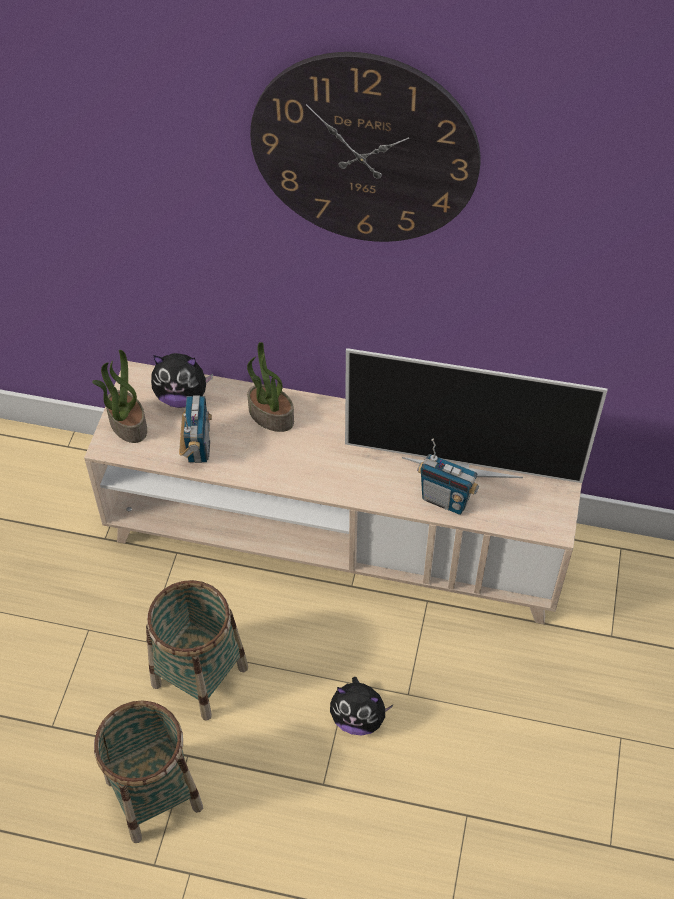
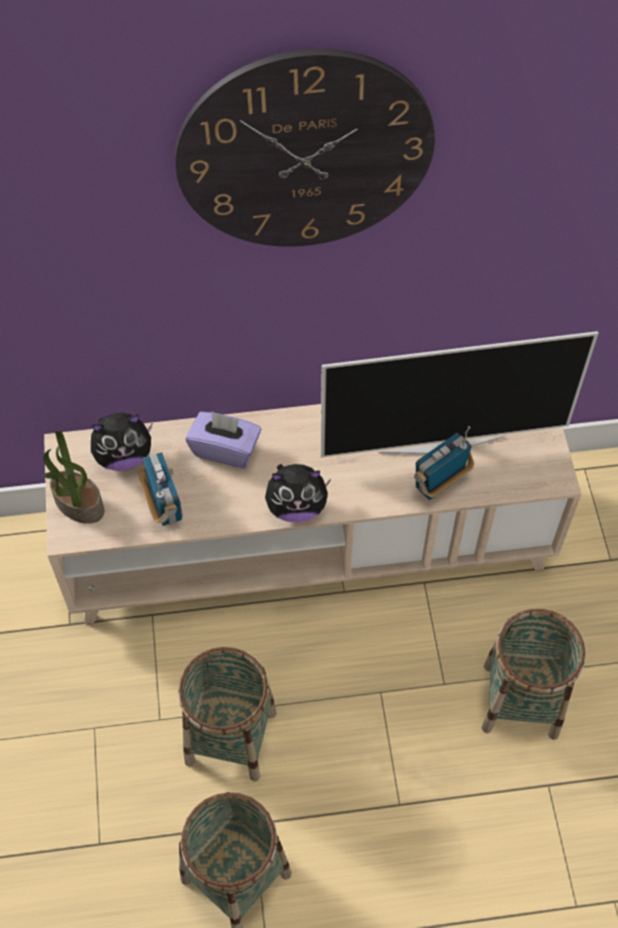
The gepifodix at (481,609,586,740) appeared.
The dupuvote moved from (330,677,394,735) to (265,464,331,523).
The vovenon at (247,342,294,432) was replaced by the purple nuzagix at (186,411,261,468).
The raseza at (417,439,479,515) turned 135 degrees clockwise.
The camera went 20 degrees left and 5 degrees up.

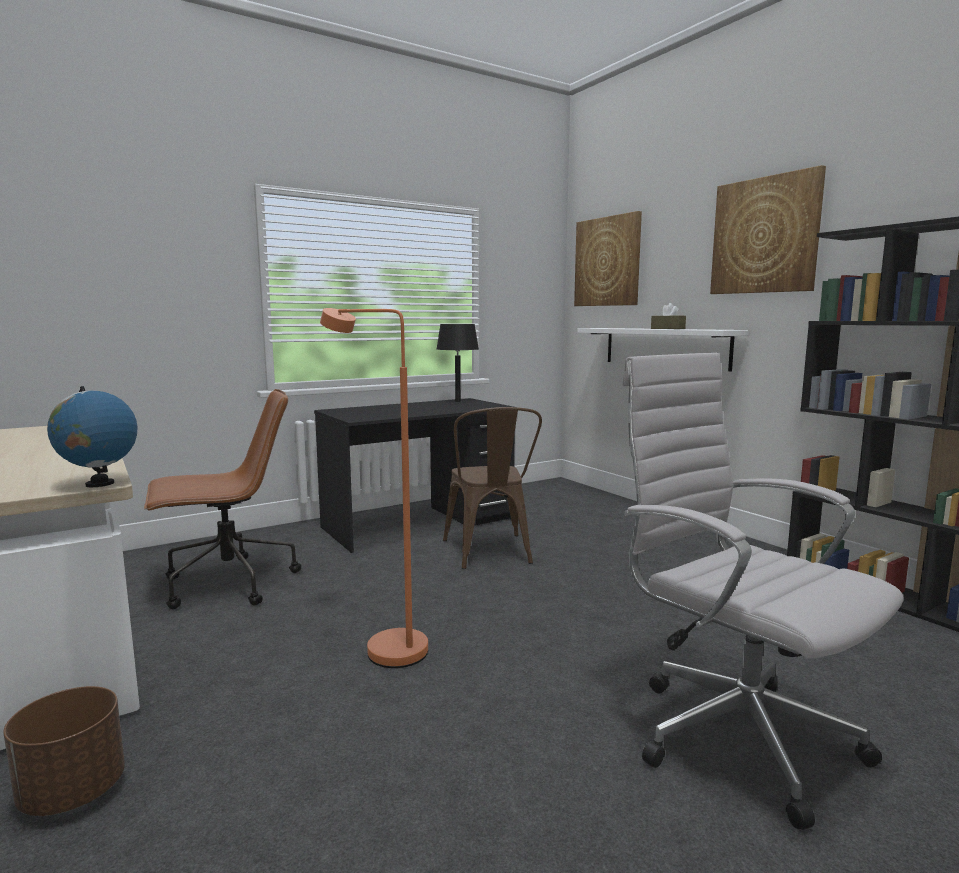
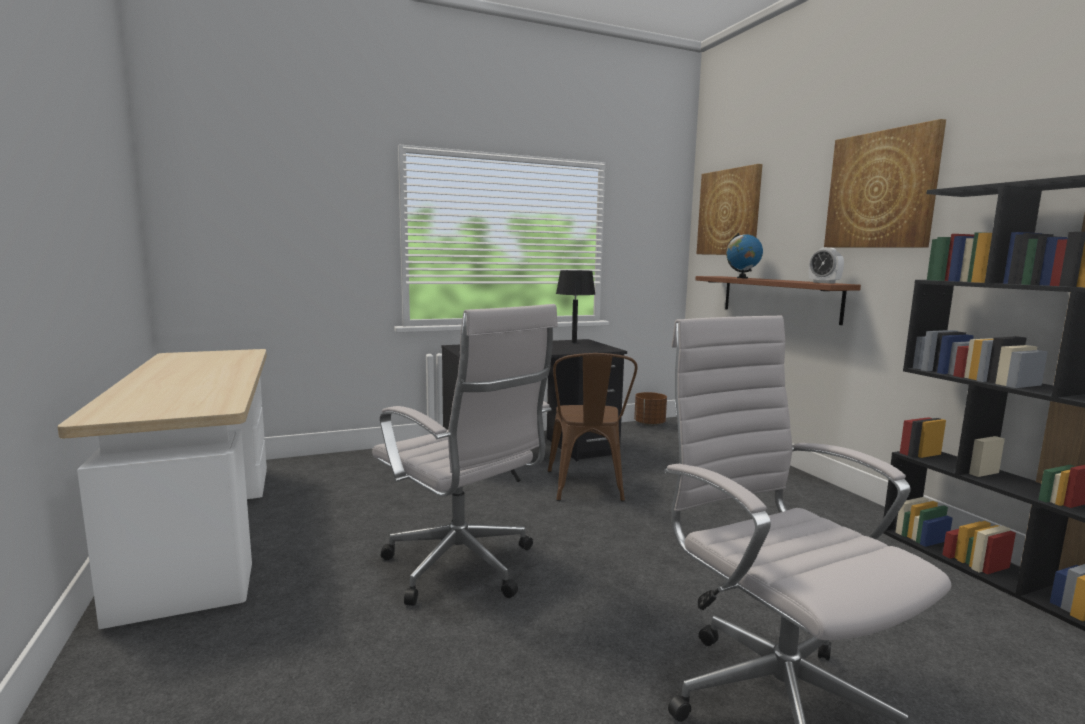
The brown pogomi at (144,389,301,609) disappeared.
The brown nuzagix at (651,303,686,329) disappeared.
The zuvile at (809,247,844,284) appeared.
The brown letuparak moved from (3,686,125,816) to (634,392,667,426).
The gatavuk moved from (47,386,138,487) to (726,233,763,278).
The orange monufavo at (320,308,428,668) was replaced by the white pogomi at (372,304,558,606).
The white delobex at (577,328,749,371) became the brown delobex at (695,276,861,325).
The camera went 10 degrees right and 0 degrees up.

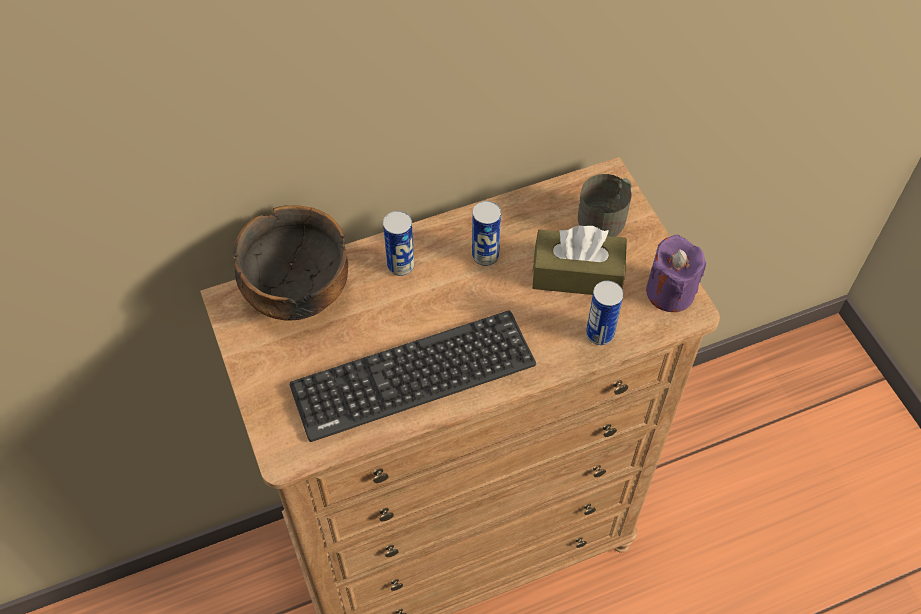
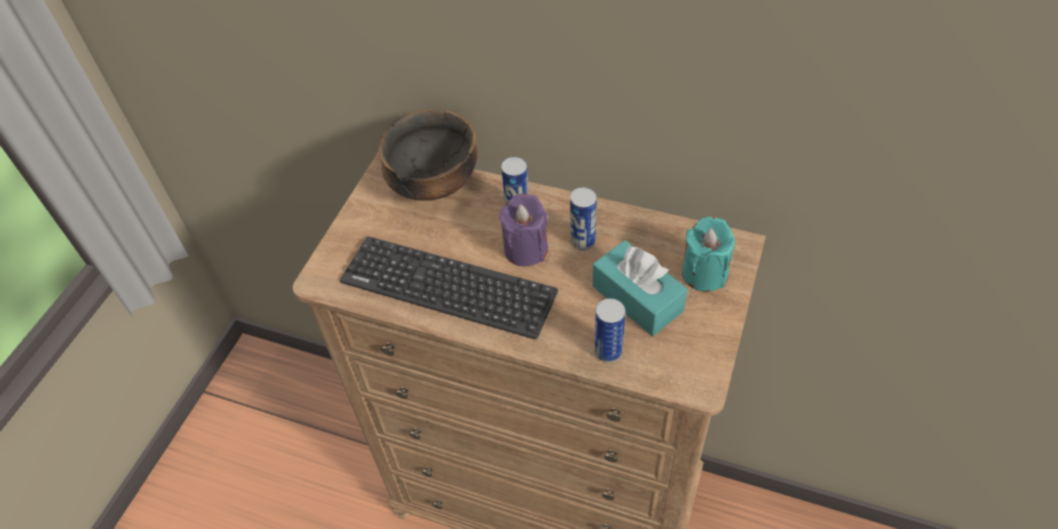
The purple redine moved from (646,234,706,312) to (499,194,548,266).
The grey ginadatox at (578,174,632,237) was replaced by the turquoise redine at (682,217,735,292).
The brown nuzagix at (532,225,627,295) became the turquoise nuzagix at (593,240,687,336).
The camera went 45 degrees right and 5 degrees down.

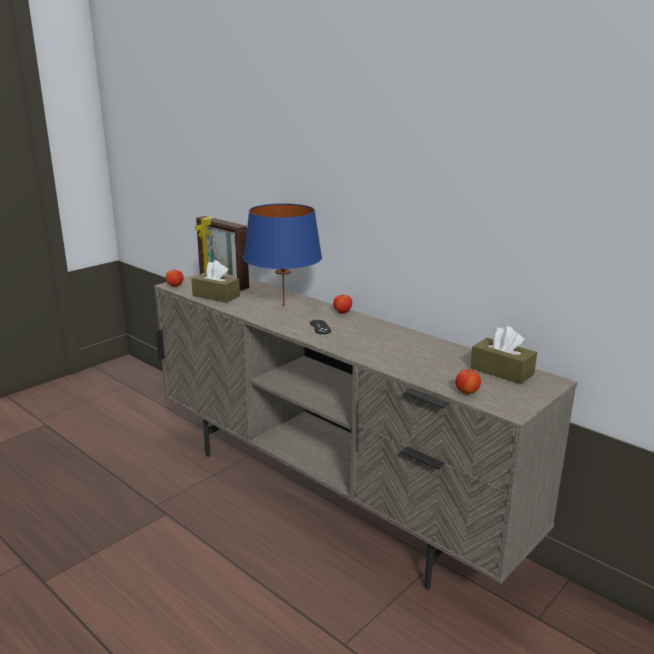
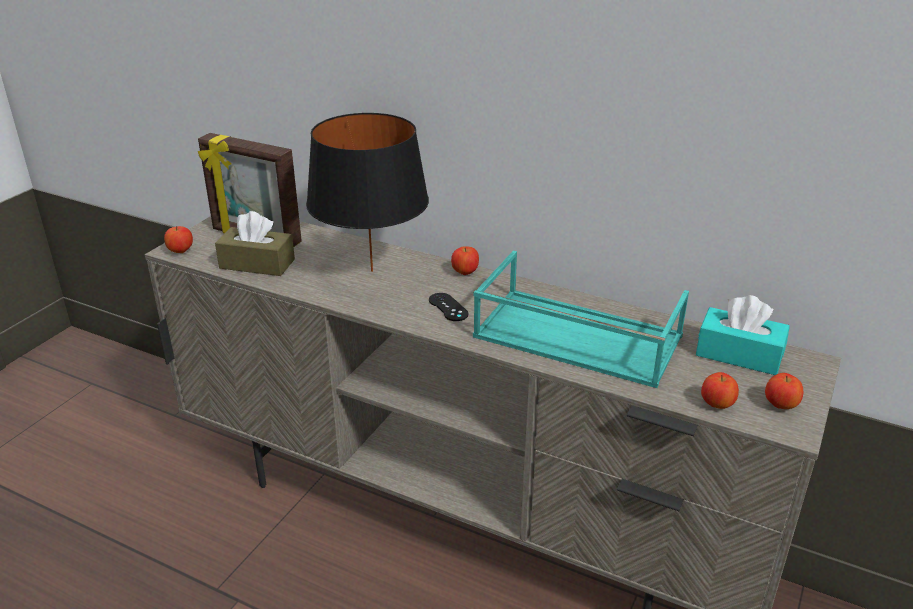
The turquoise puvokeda at (473,251,689,388) appeared.
The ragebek at (765,373,803,409) appeared.
The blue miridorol at (243,203,322,306) became the black miridorol at (306,113,429,272).
The brown nuzagix at (470,326,537,384) became the turquoise nuzagix at (696,295,790,375).
The camera went 15 degrees left and 10 degrees up.

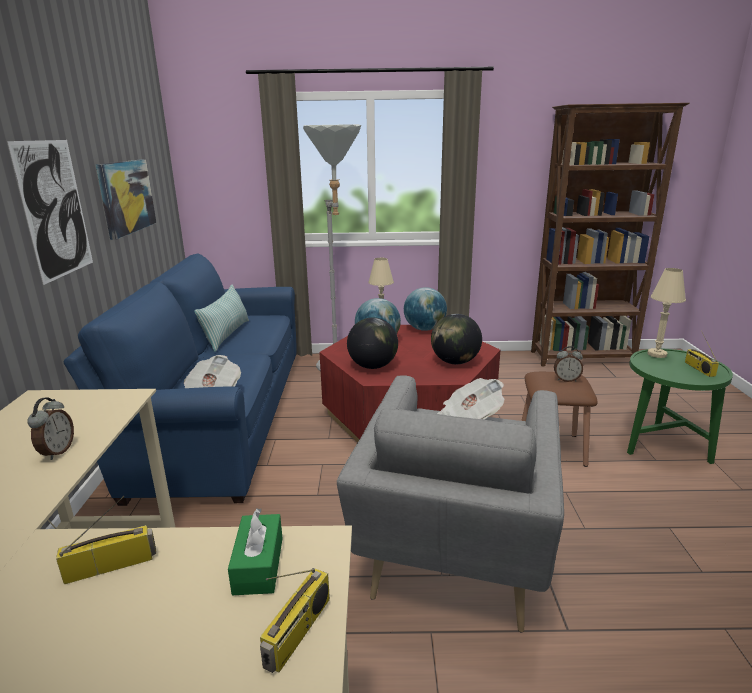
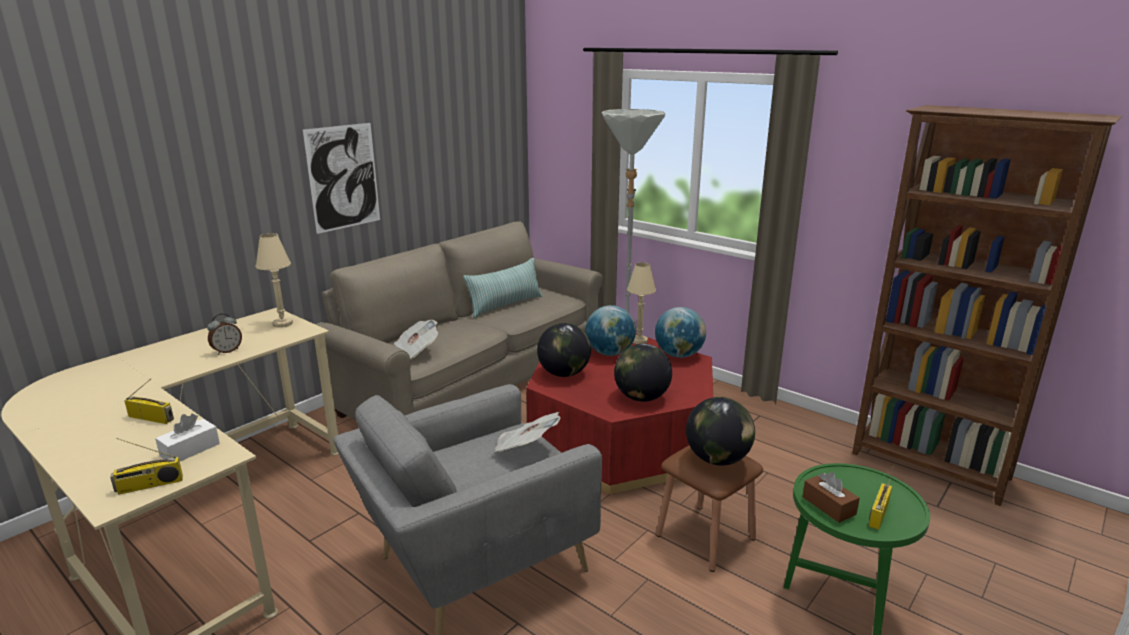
The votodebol at (96,159,156,240) disappeared.
The brown nuzagix at (802,472,860,523) appeared.
The beige miridorol moved from (647,268,686,358) to (256,233,293,328).
The zuvile at (554,346,583,382) was replaced by the gatavuk at (686,397,755,466).
The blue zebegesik at (64,253,297,506) became the beige zebegesik at (313,221,603,420).
The green nuzagix at (228,508,283,595) became the white nuzagix at (155,414,220,461).
The camera went 40 degrees right and 0 degrees up.

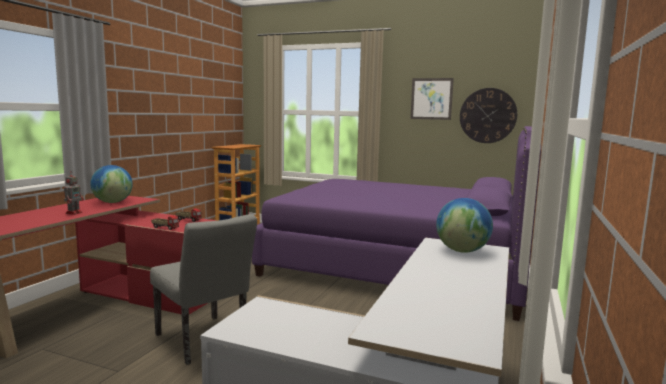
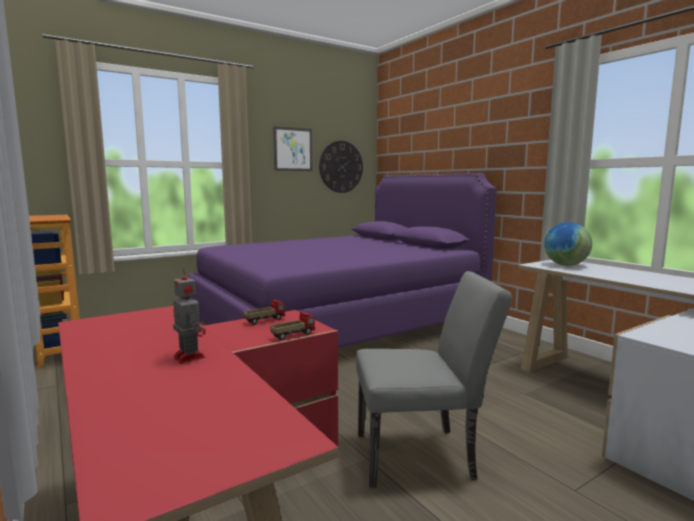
The gatavuk at (90,165,133,203) disappeared.
The camera went 55 degrees left and 0 degrees up.

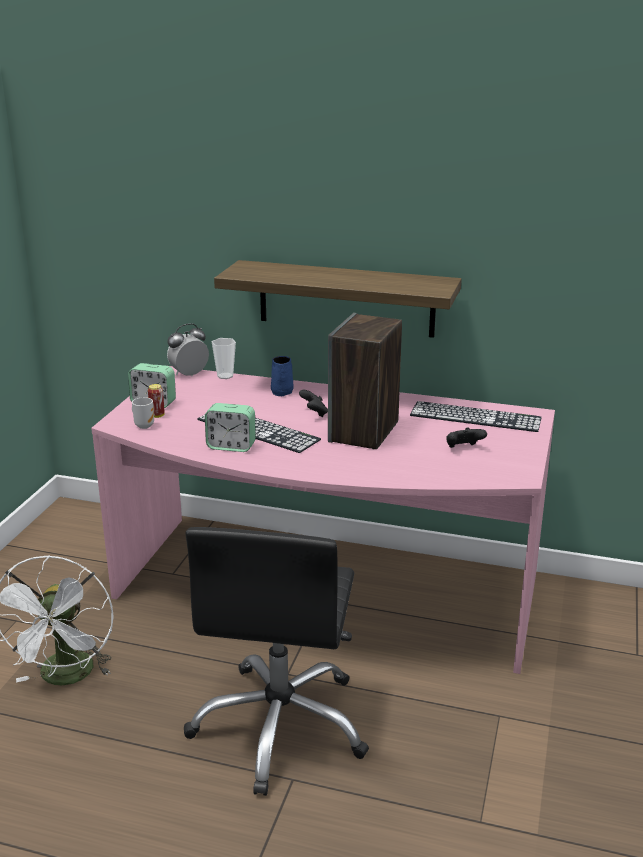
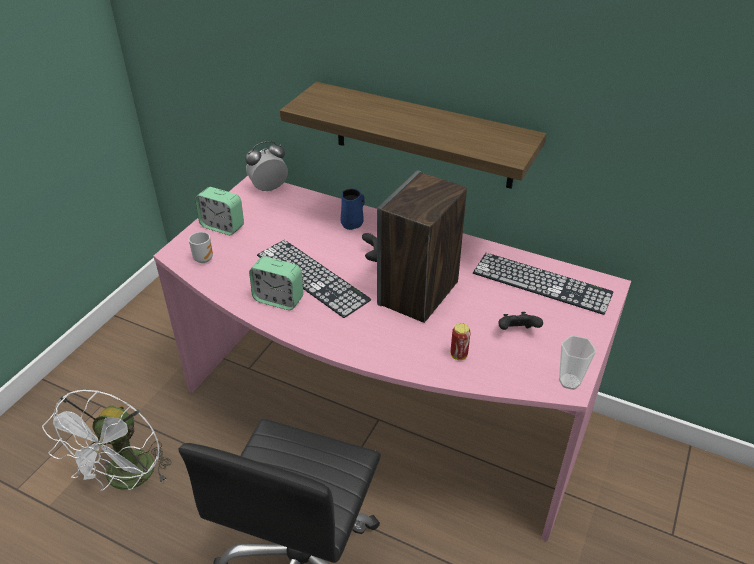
The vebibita moved from (148,384,165,418) to (451,323,471,360).
The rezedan moved from (212,338,236,379) to (559,335,596,390).
The camera went 10 degrees right and 15 degrees up.

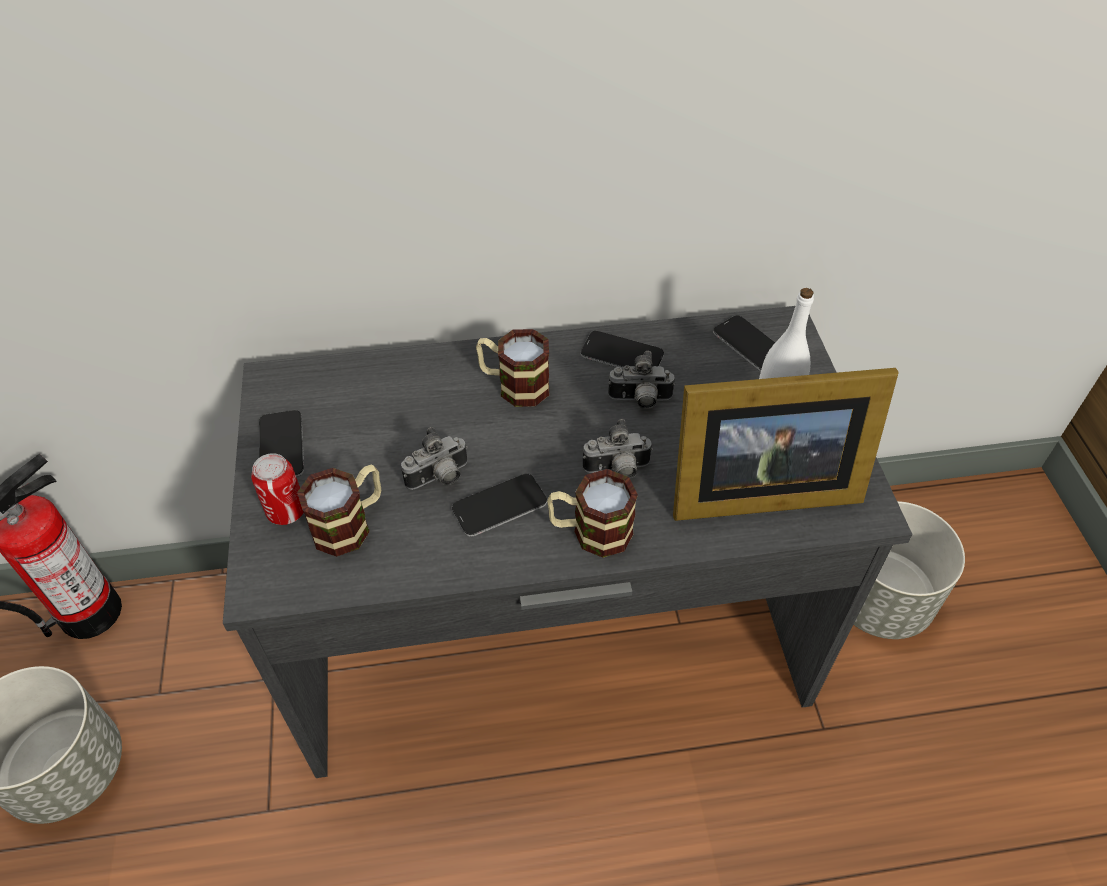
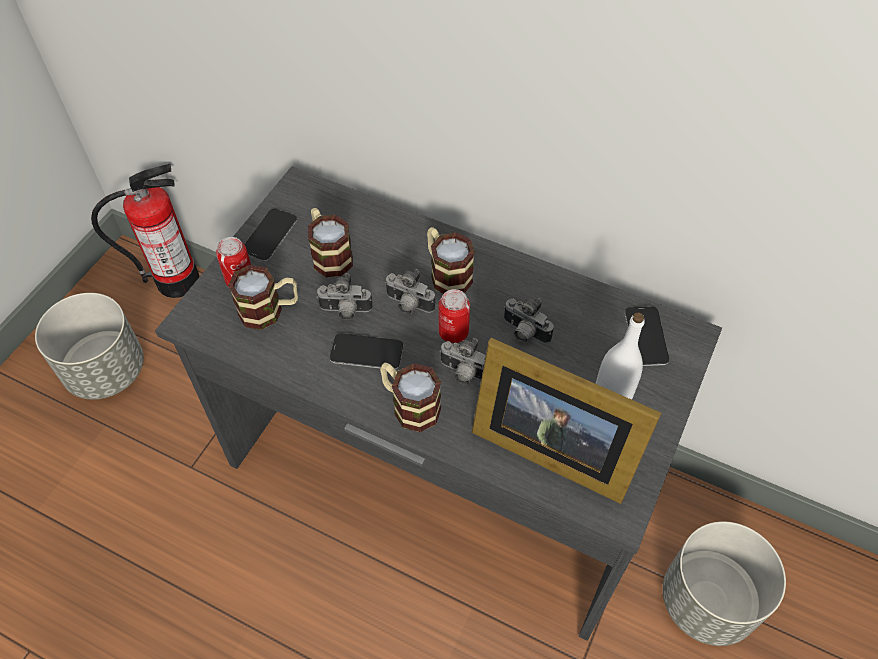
The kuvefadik at (580,331,664,369) disappeared.
The ginadatox at (308,208,353,277) appeared.
The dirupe at (384,269,435,314) appeared.
The vebibita at (438,289,470,343) appeared.
The camera went 35 degrees right and 5 degrees up.

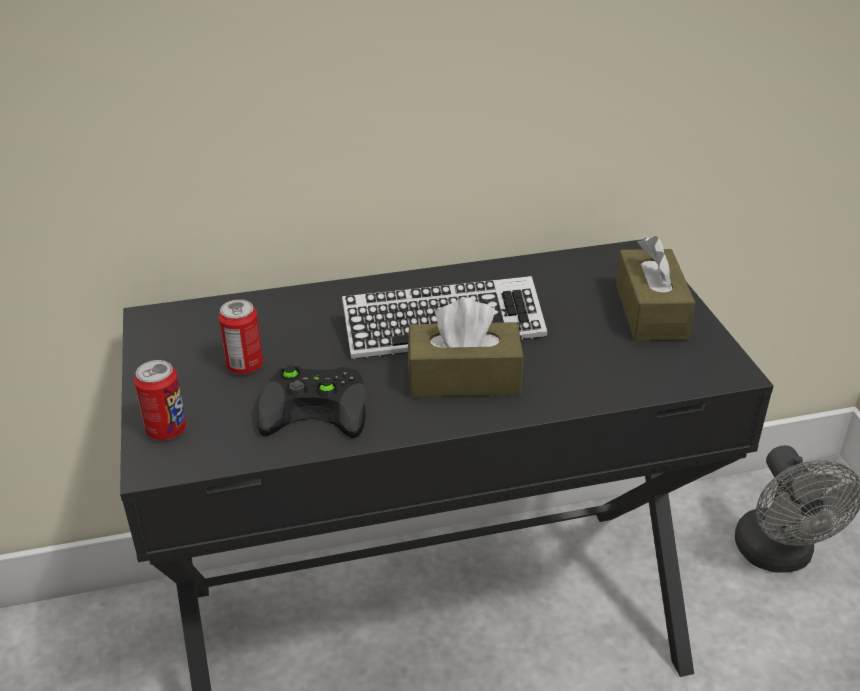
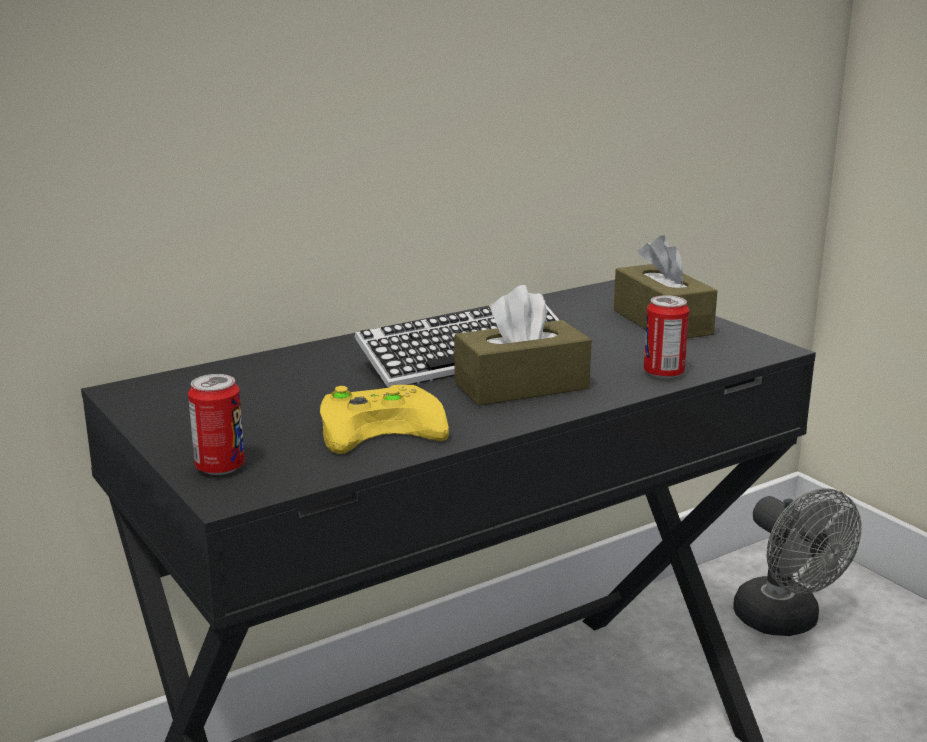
The vebibita moved from (218,299,263,374) to (644,295,689,379).
The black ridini at (257,365,365,438) became the yellow ridini at (320,385,449,454).
The camera went 20 degrees left and 15 degrees down.

